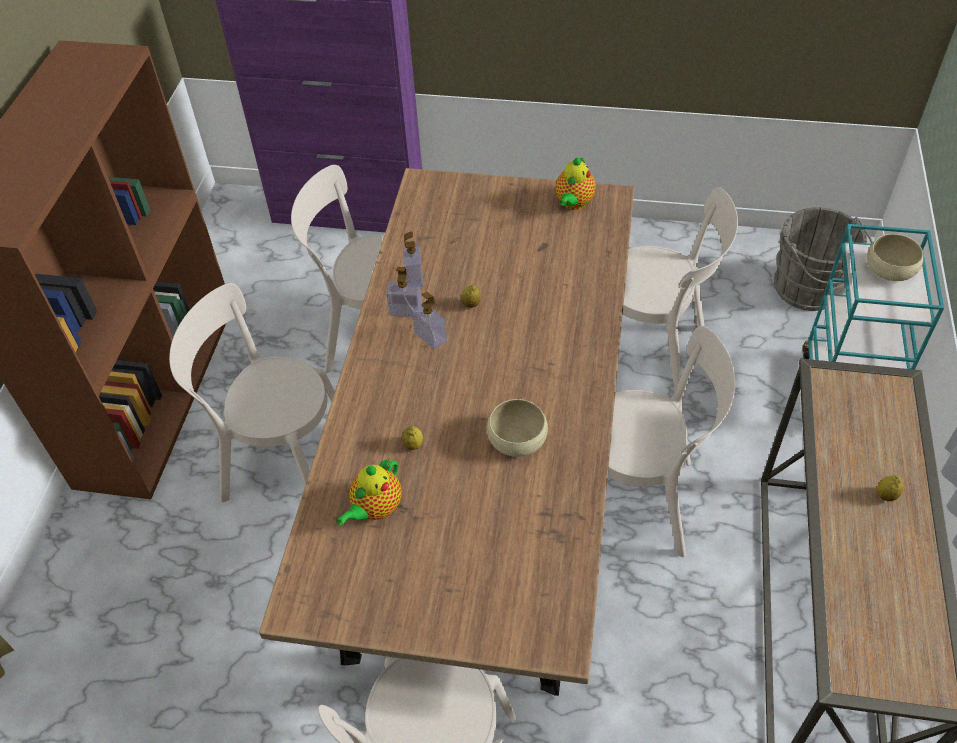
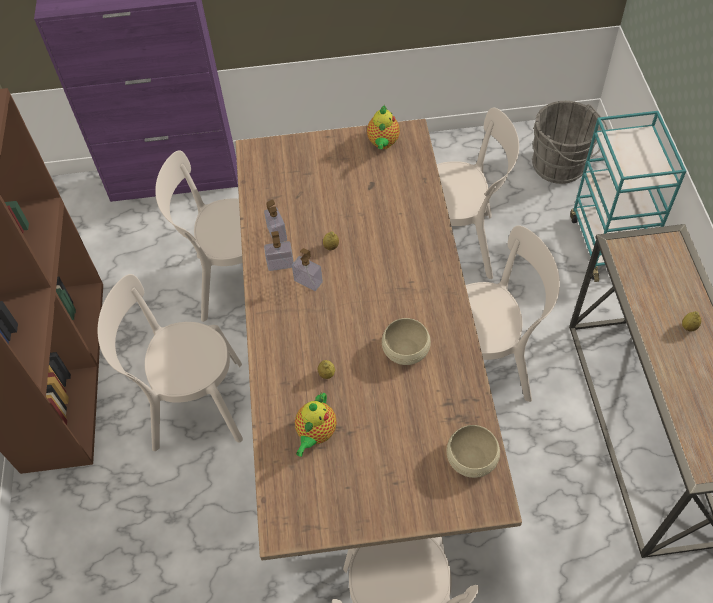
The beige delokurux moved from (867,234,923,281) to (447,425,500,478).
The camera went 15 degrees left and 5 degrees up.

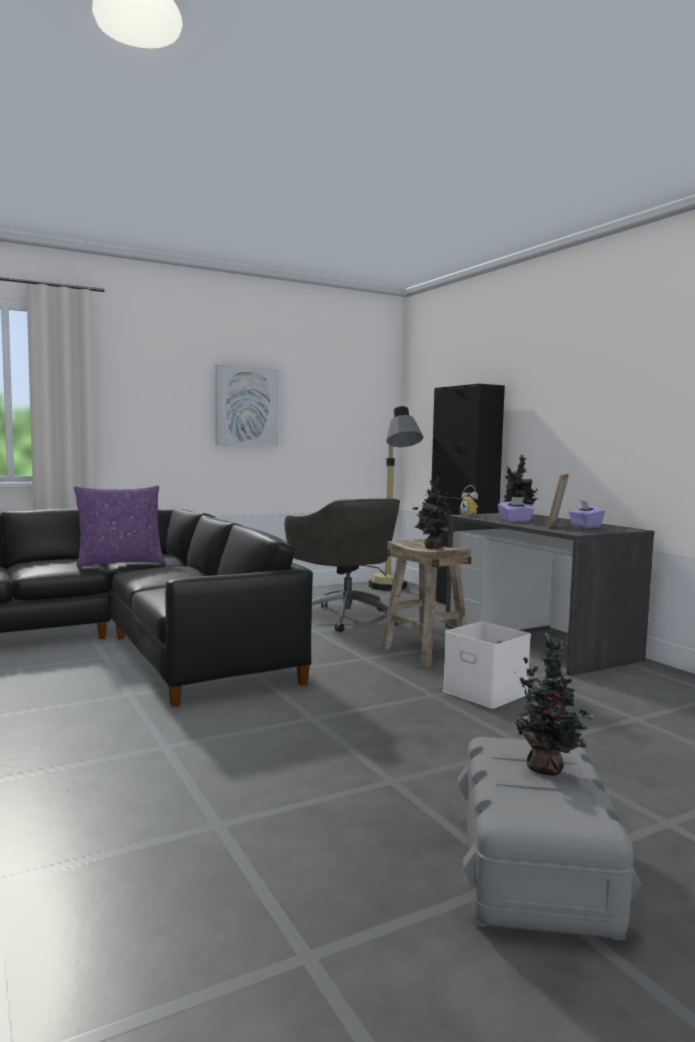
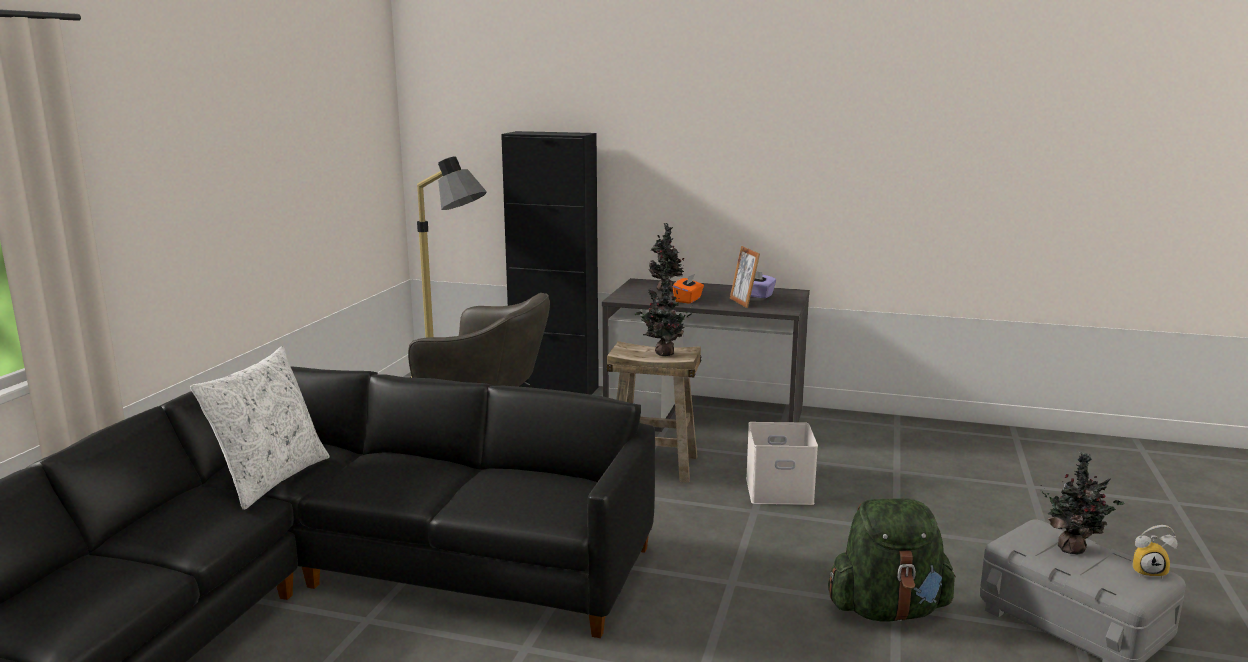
The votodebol at (215,365,279,447) disappeared.
The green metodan at (828,498,956,622) appeared.
The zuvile moved from (460,485,478,516) to (1132,525,1178,578).
The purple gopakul at (74,485,165,567) became the white gopakul at (190,346,330,510).
The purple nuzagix at (498,497,534,522) became the orange nuzagix at (673,273,704,304).
The camera went 45 degrees left and 10 degrees up.

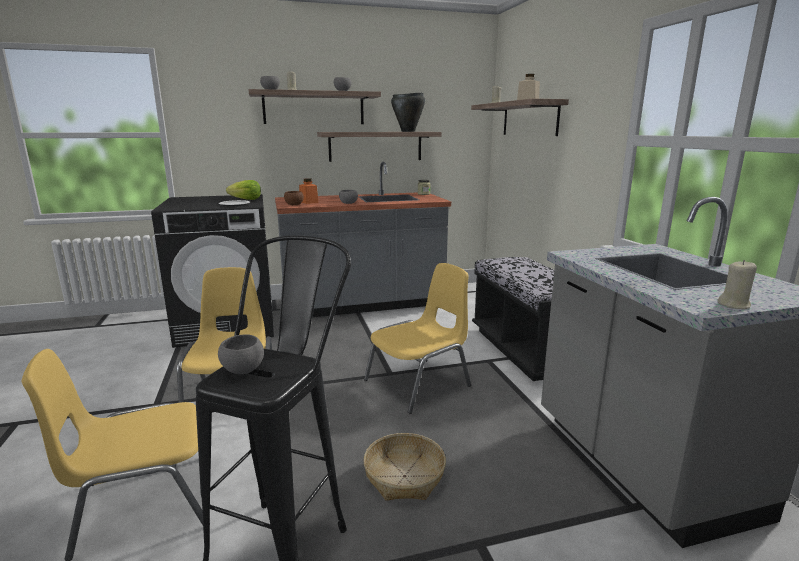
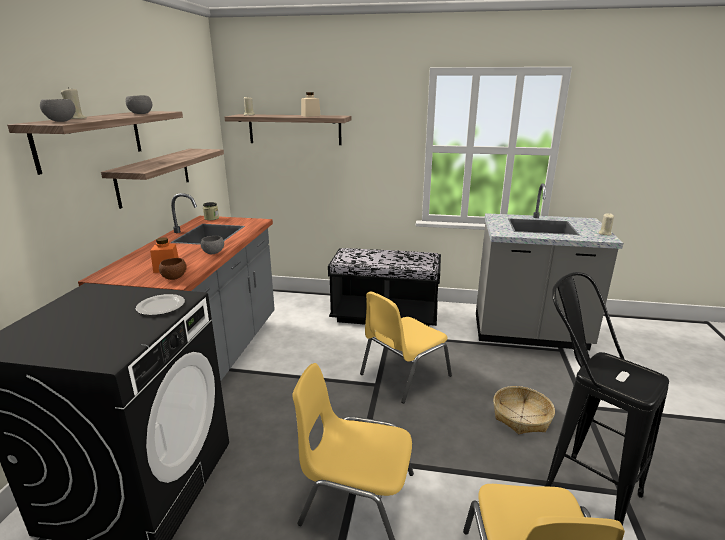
The grey delokurux at (218,335,264,374) disappeared.
The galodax at (226,180,261,200) disappeared.
The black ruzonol at (391,93,425,132) disappeared.
The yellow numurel at (364,263,471,414) turned 120 degrees counterclockwise.
The camera went 65 degrees left and 5 degrees up.

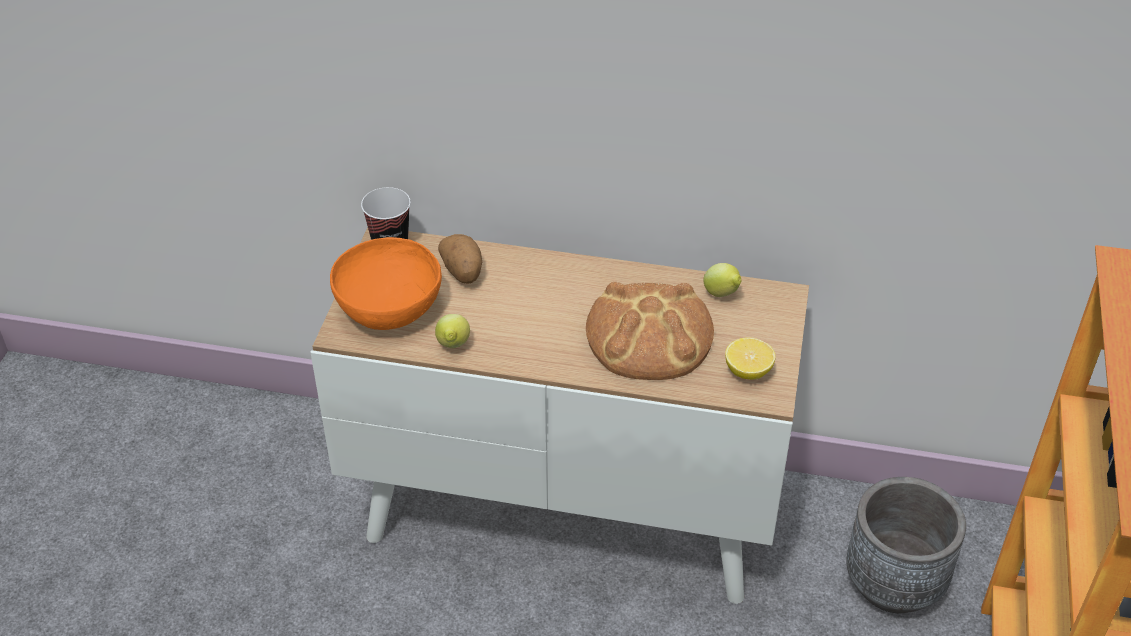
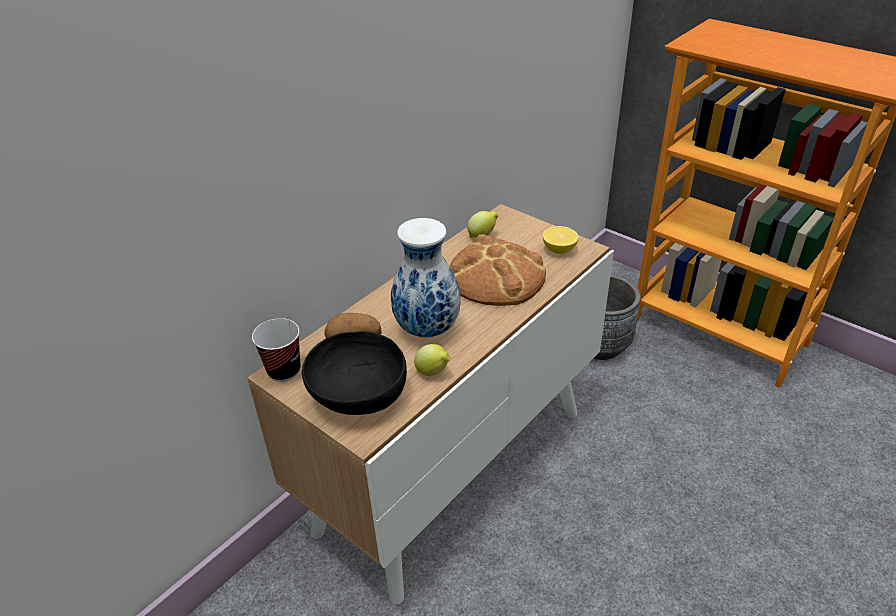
The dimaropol at (391,218,460,338) appeared.
The orange delokurux at (330,237,442,330) became the black delokurux at (302,331,407,415).
The camera went 60 degrees left and 5 degrees down.

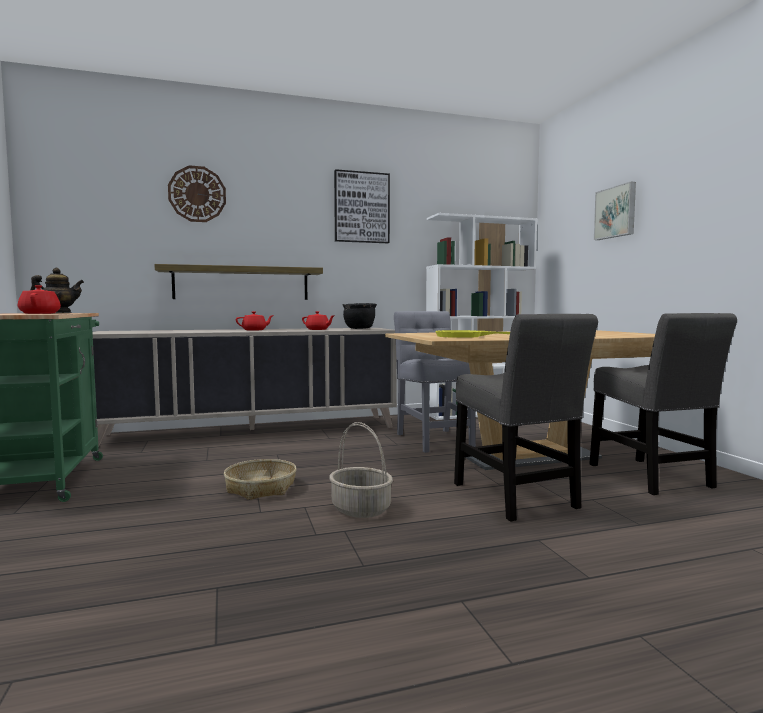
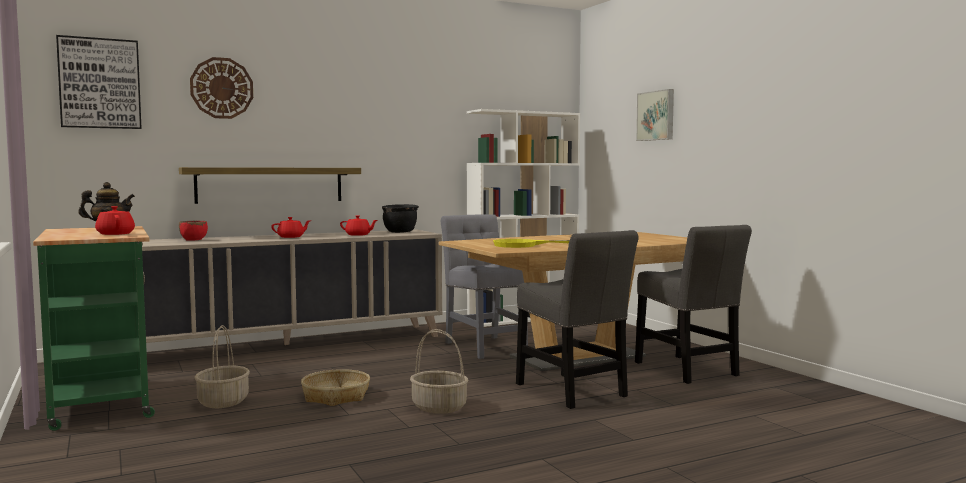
The red delokurux at (179,221,208,240) appeared.
The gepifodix at (194,325,250,408) appeared.
The votodebol moved from (334,169,390,243) to (56,35,142,129).
The camera went 10 degrees left and 0 degrees up.

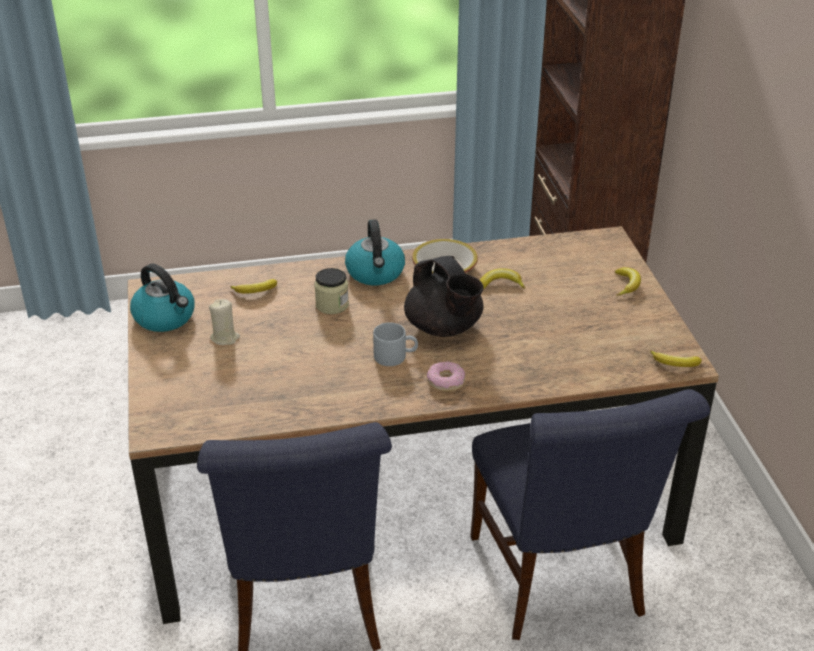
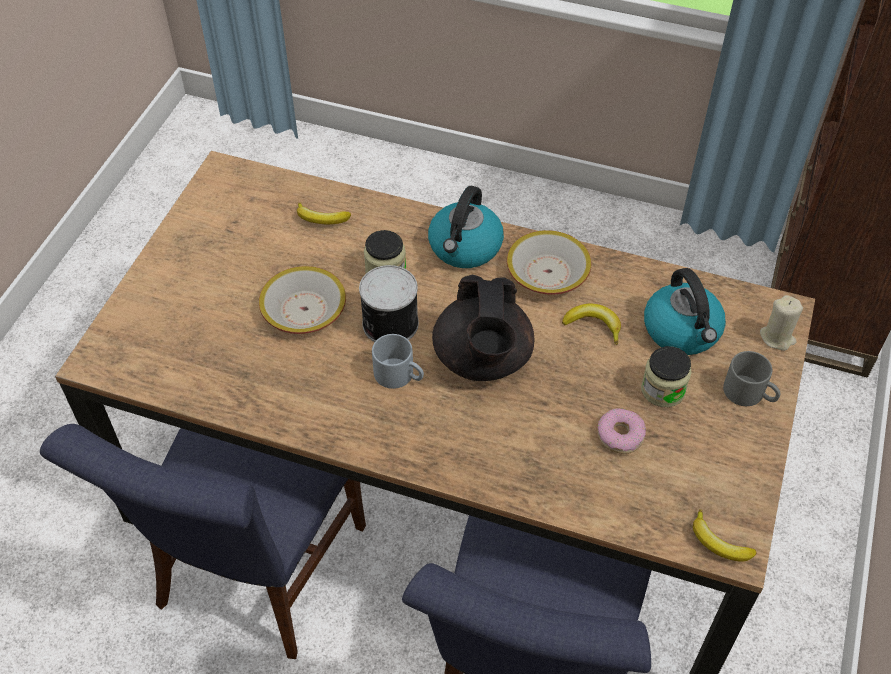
The delokurux at (259,266,346,334) appeared.
The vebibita at (359,265,419,342) appeared.
The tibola at (641,346,691,407) appeared.
The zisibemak moved from (130,264,195,332) to (644,268,726,355).
The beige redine moved from (209,299,240,345) to (760,295,803,351).
The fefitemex moved from (427,362,465,392) to (598,408,646,454).
The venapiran at (615,267,641,296) was replaced by the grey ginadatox at (723,351,780,406).
The camera went 30 degrees right and 15 degrees up.

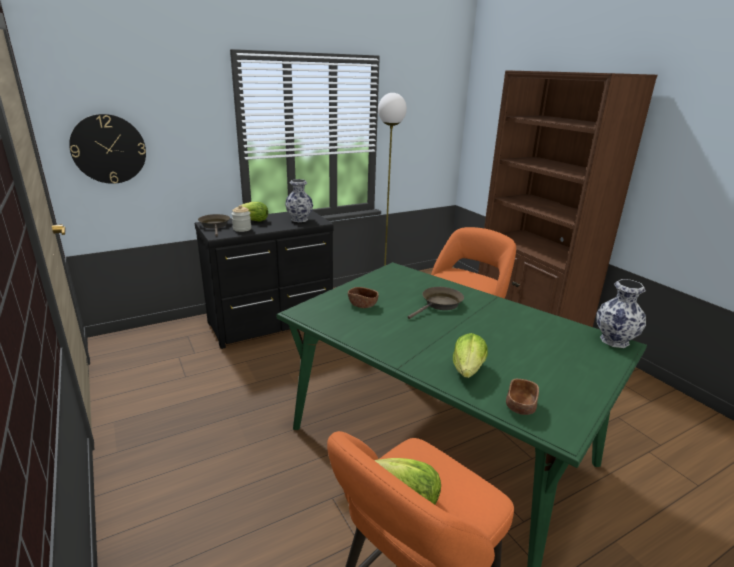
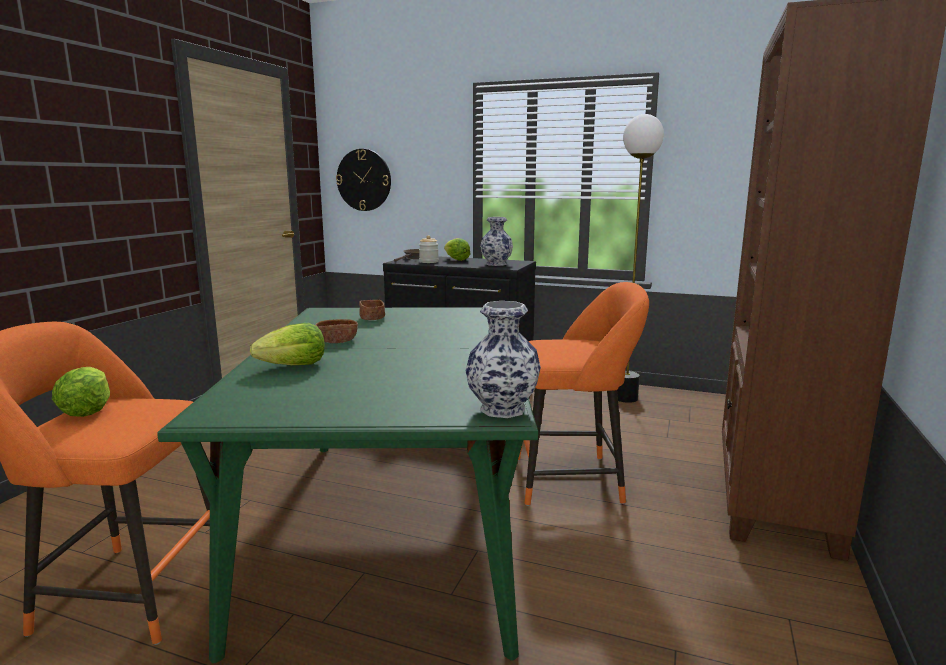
The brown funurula at (408,287,464,319) disappeared.
The brown delokurux moved from (506,379,539,415) to (315,319,358,343).
The camera went 50 degrees right and 10 degrees down.

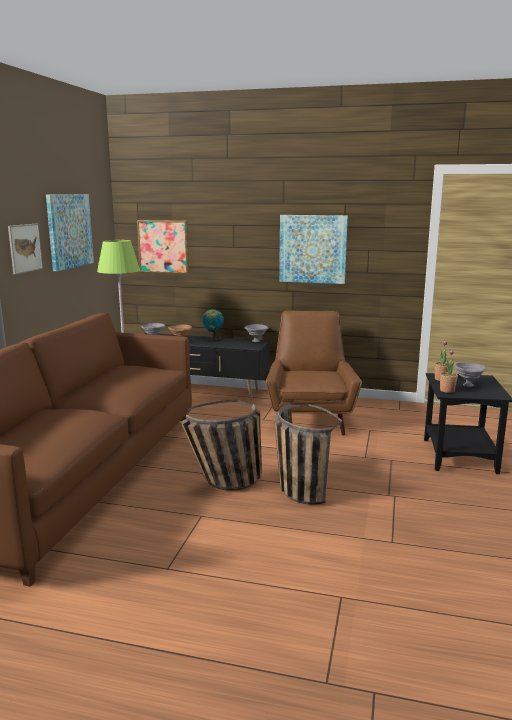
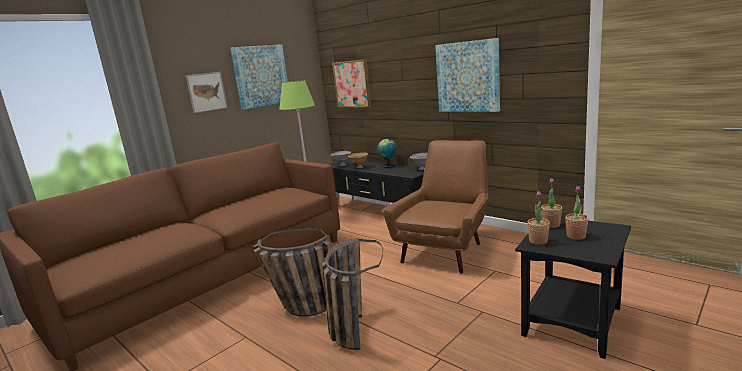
The grey delokurux at (454,363,487,387) was replaced by the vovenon at (565,186,588,240).
The camera went 30 degrees right and 0 degrees up.

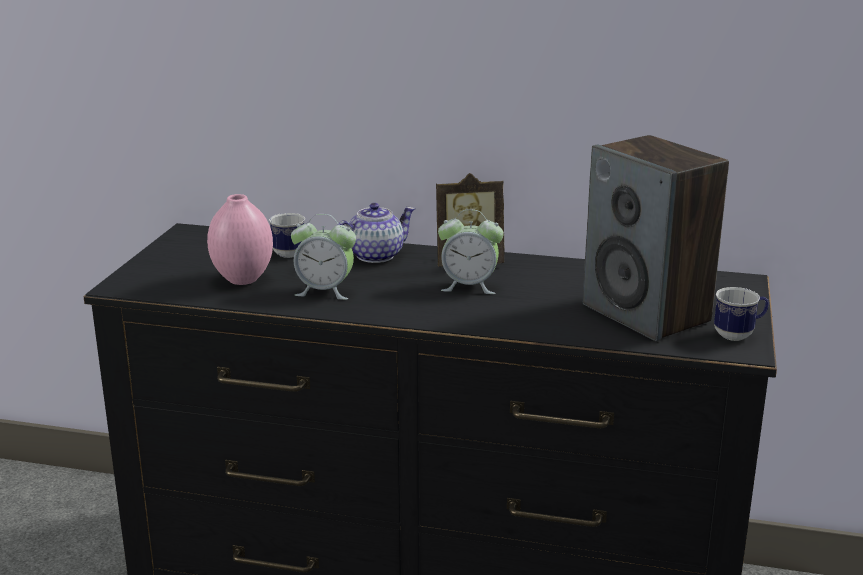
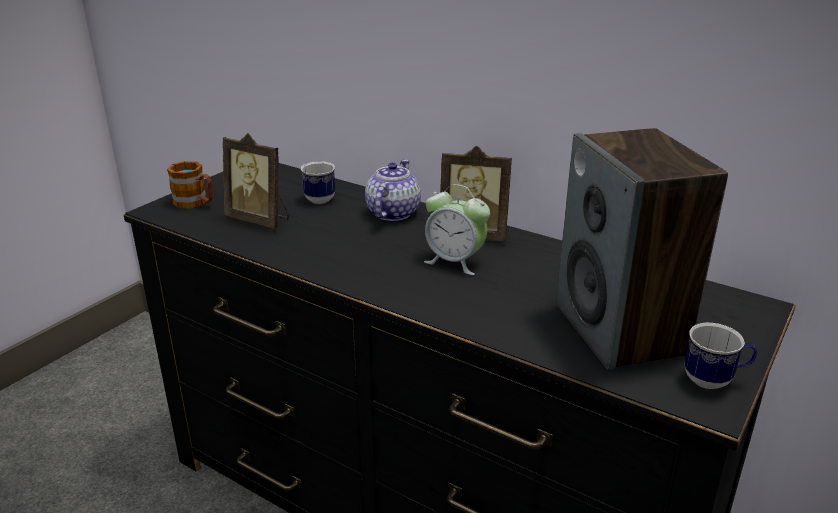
The zuvile at (291,214,356,300) disappeared.
The ginadatox at (167,161,213,209) appeared.
The pink dimaropol at (207,194,273,285) was replaced by the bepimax at (223,133,289,229).
The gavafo at (337,203,416,263) turned 60 degrees counterclockwise.
The camera went 20 degrees right and 5 degrees up.

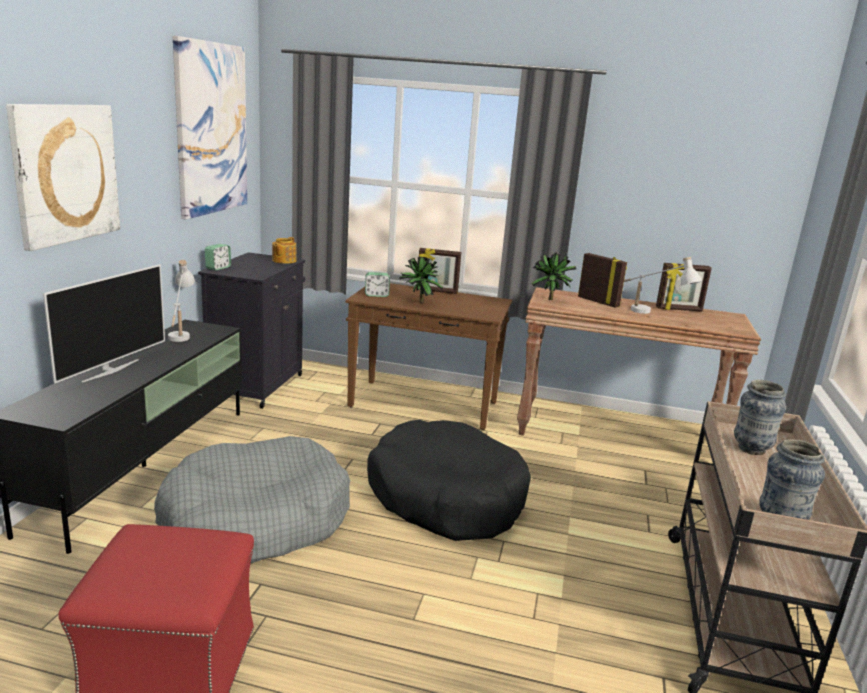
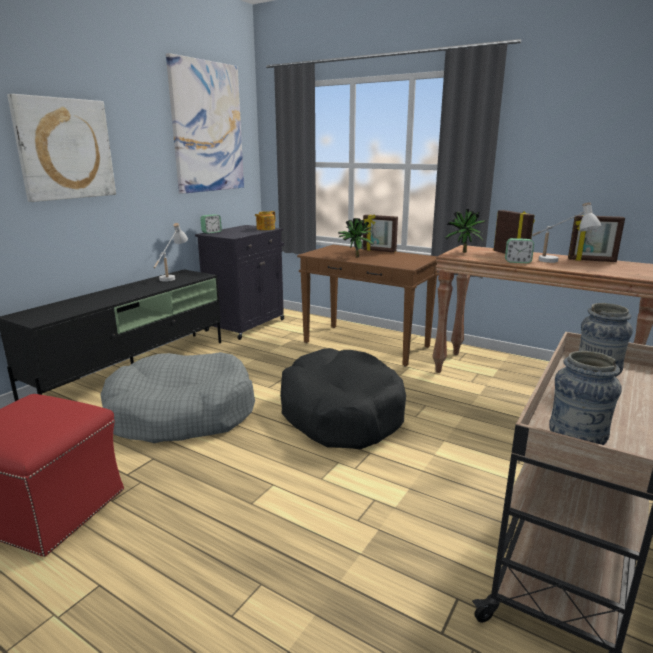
The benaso at (43,264,165,383) disappeared.
The zuvile moved from (365,272,390,297) to (505,238,534,263).
The camera went 20 degrees right and 0 degrees up.

